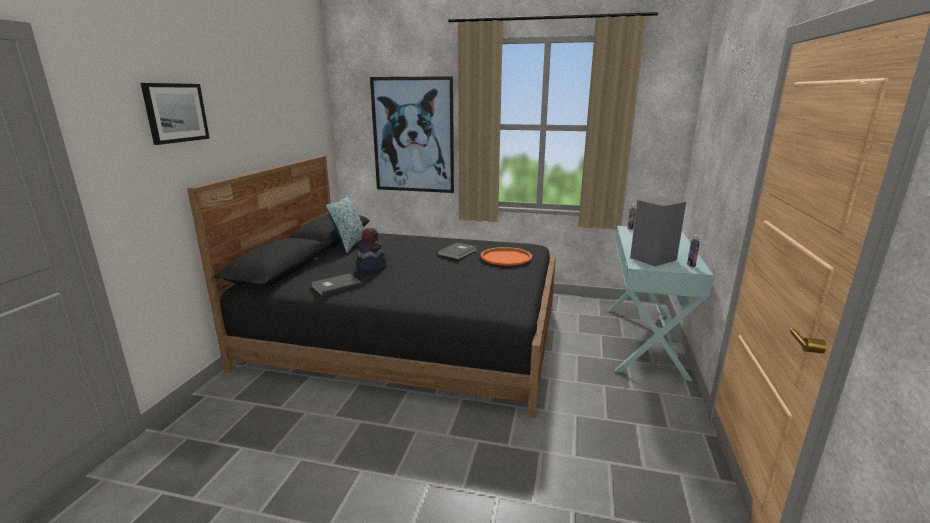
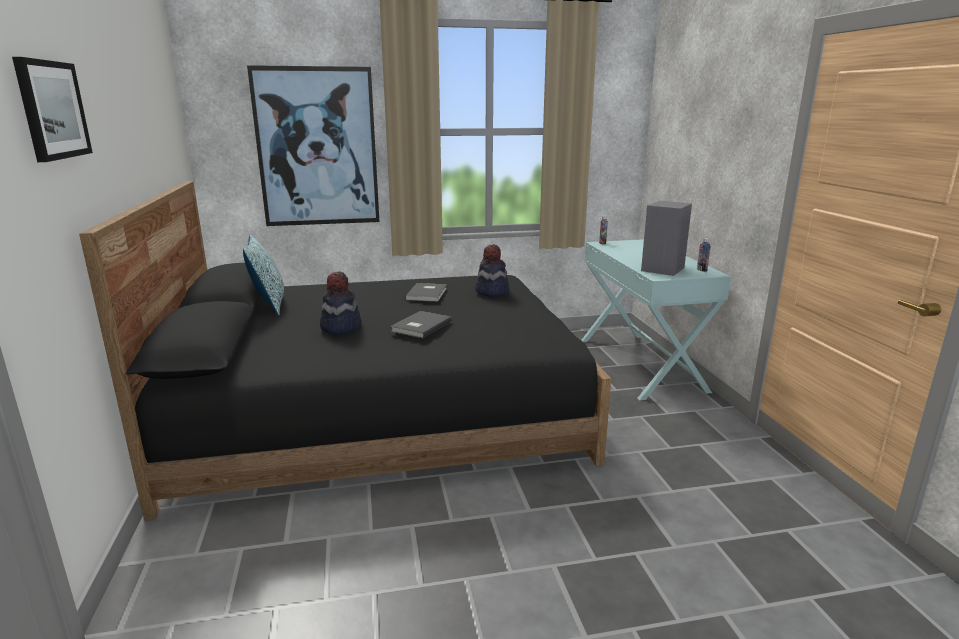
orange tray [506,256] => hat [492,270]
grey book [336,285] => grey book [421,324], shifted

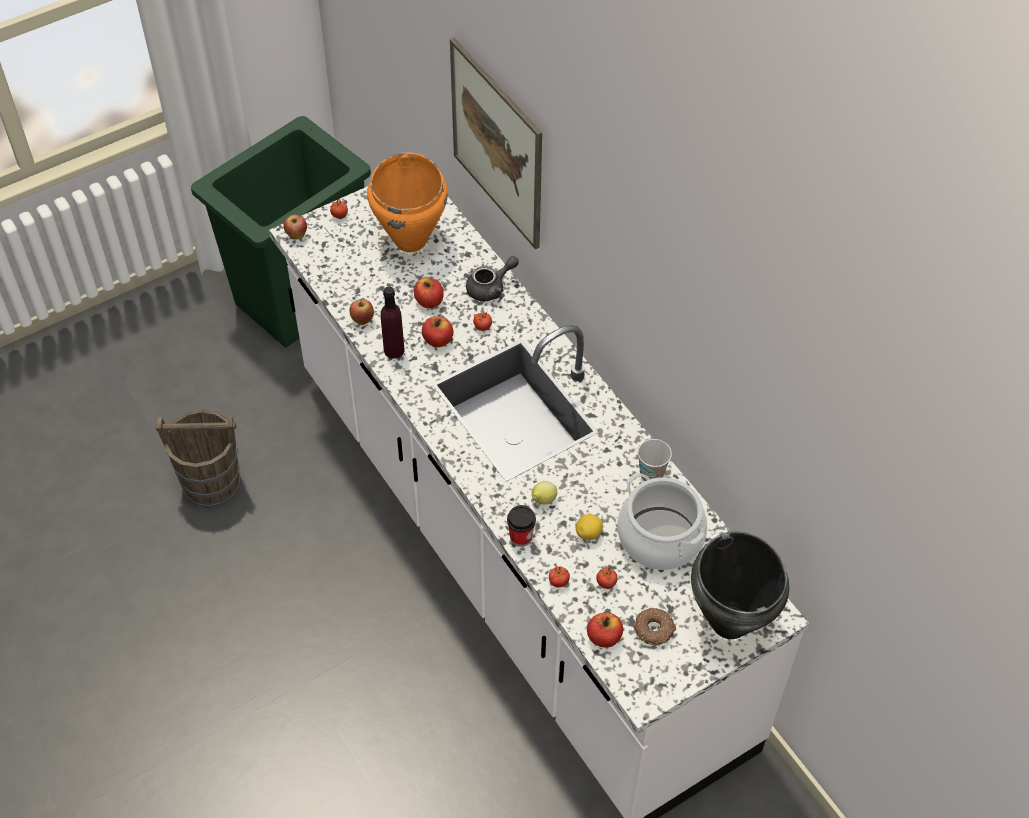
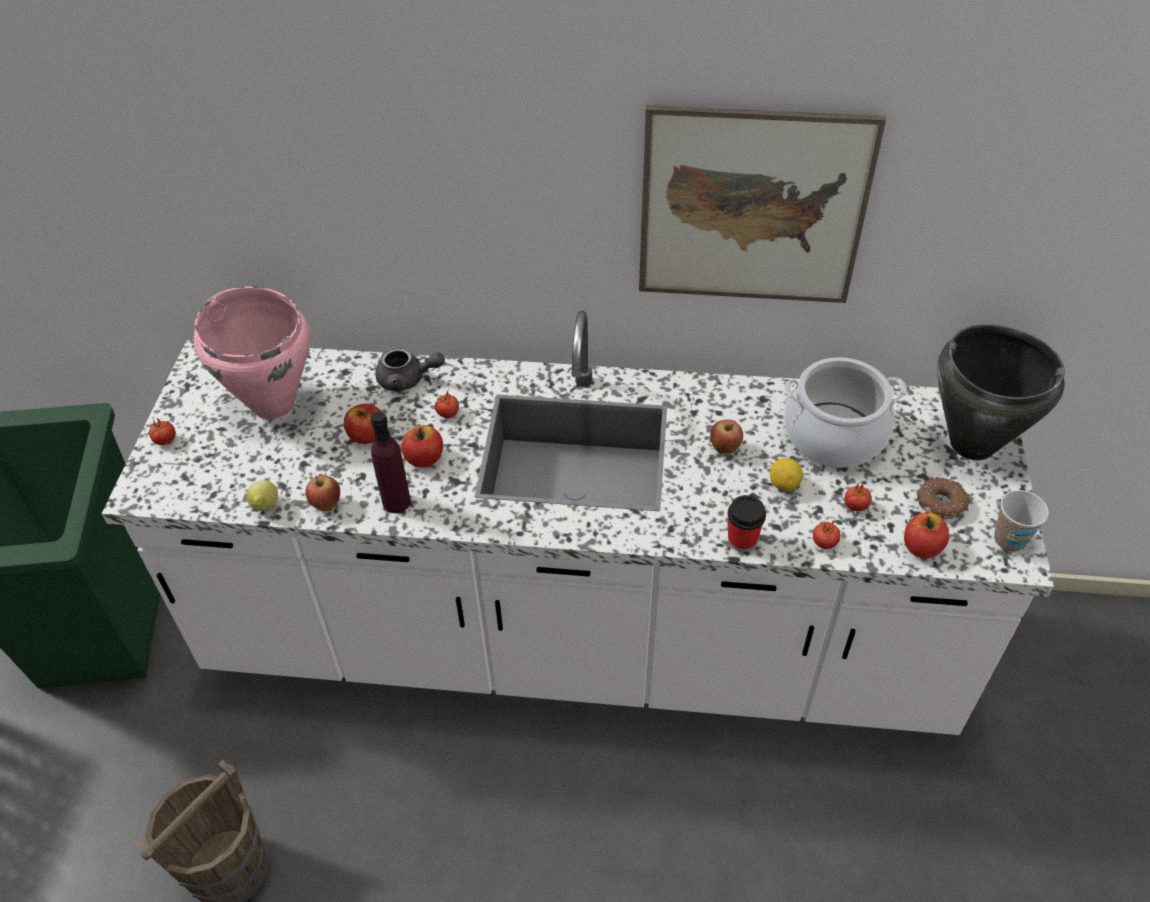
picture [496,143] => picture [762,204], shifted
orange cooking pot [407,202] => pink cooking pot [252,352]
apple [295,227] => apple [726,436], shifted
grey teapot [492,278] => grey teapot [410,369], 90 degrees clockwise
cup [655,460] => cup [1021,521], shifted
lemon [544,492] => lemon [262,495], shifted

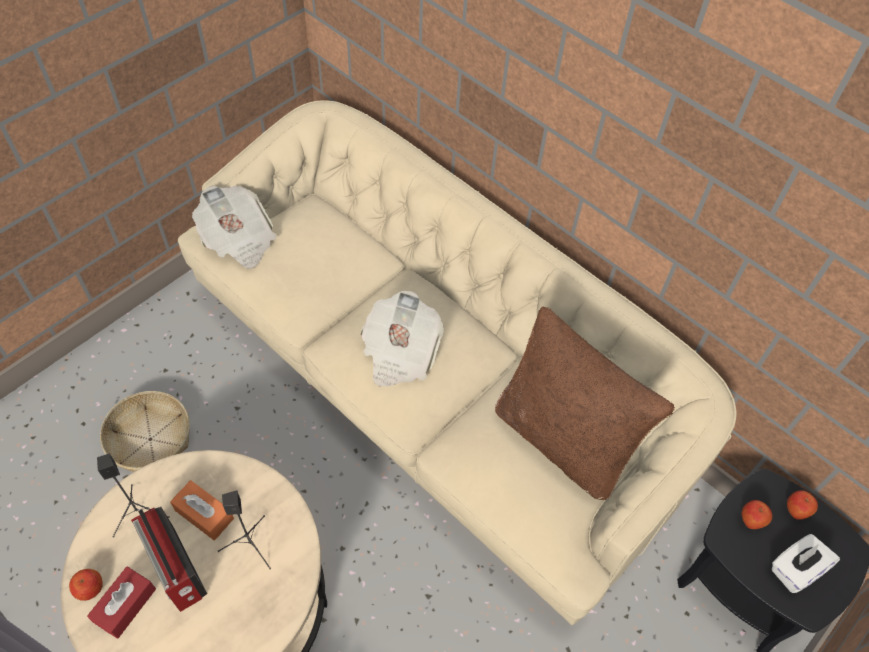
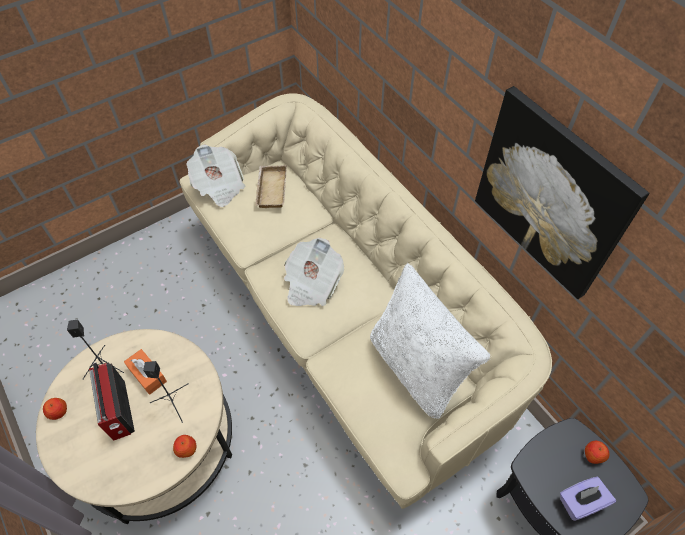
brown pillow [585,403] => white pillow [430,341]
basket [145,431] => nothing
apple [757,514] => apple [184,446], shifted
white tissue box [806,563] => purple tissue box [588,499]
red tissue box [121,602] => nothing
nothing => picture [562,192]
nothing => beige tray [271,186]

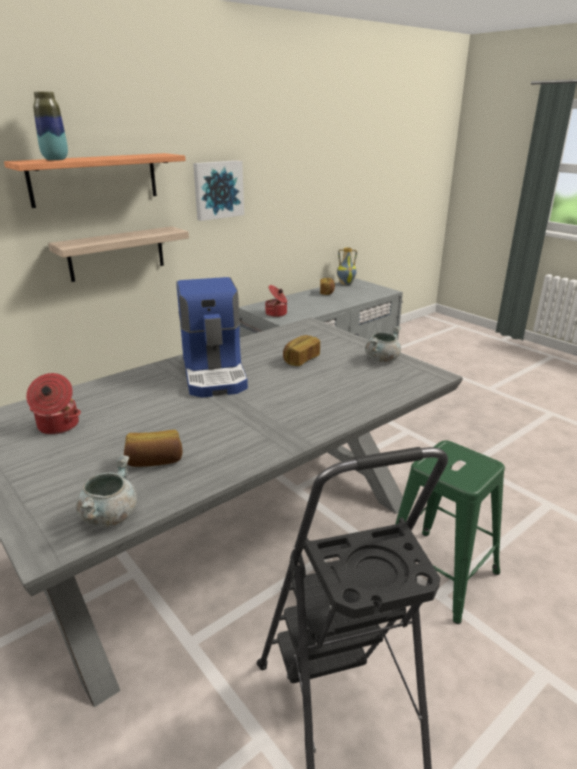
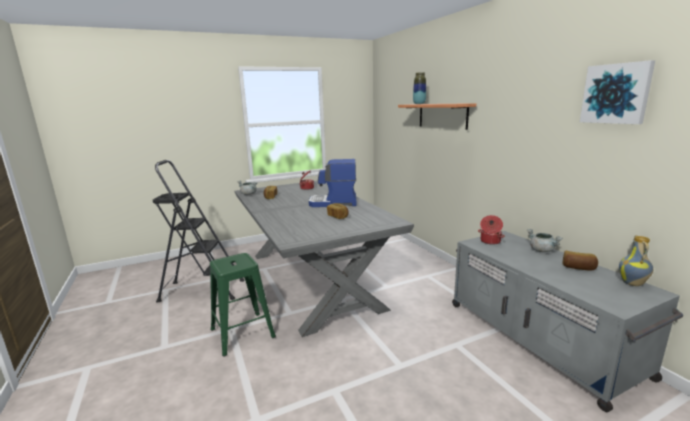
picture [218,190] => picture [617,92], shifted
shelf [118,254] => nothing
grey cooking pot [383,344] => grey cooking pot [545,240], shifted

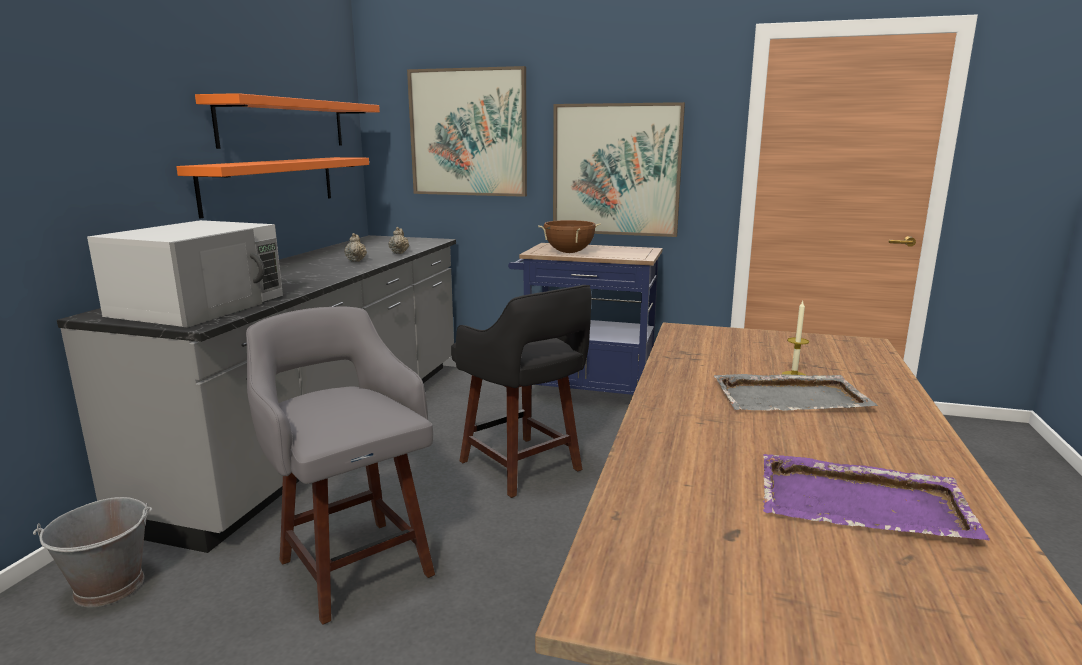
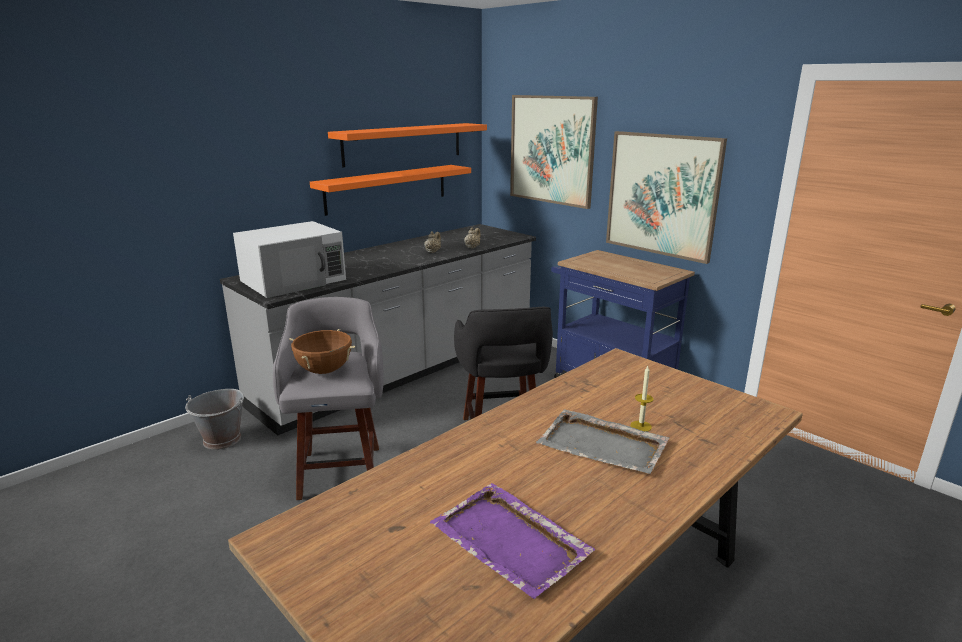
brown cooking pot [569,236] => brown cooking pot [322,351], shifted

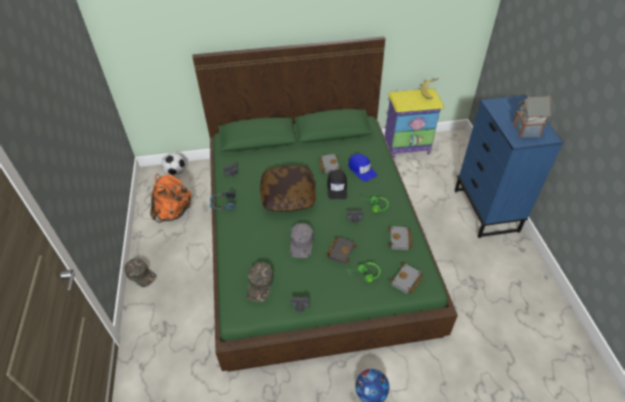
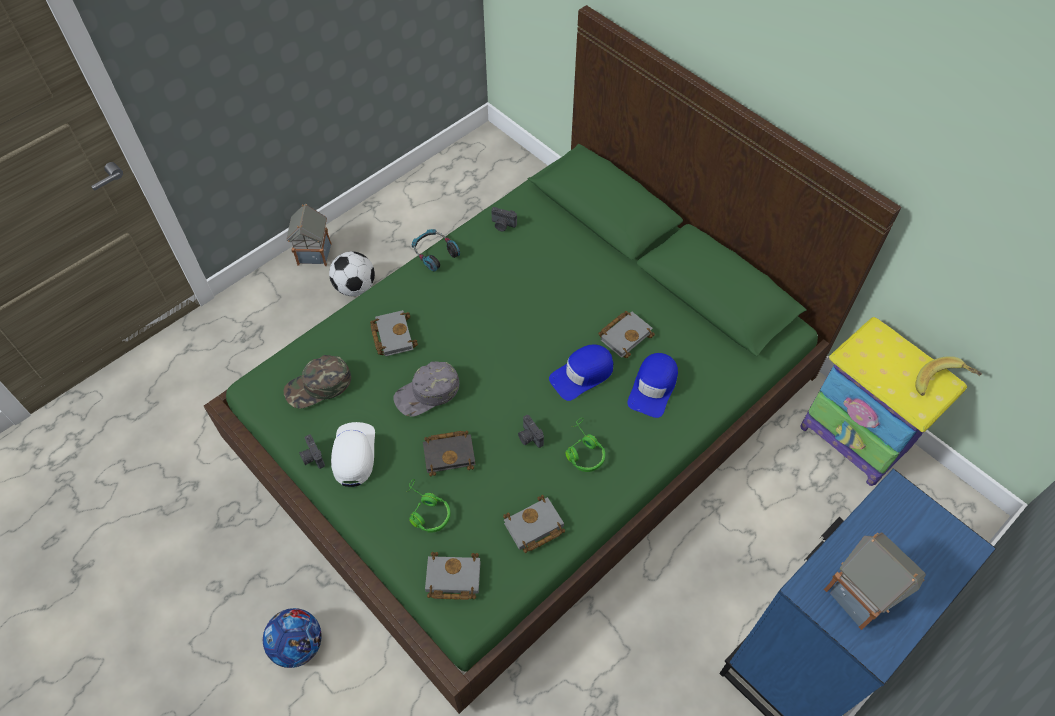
football [174,164] => football [352,273], shifted
pillow [288,188] => nothing
black cap [337,184] => blue cap [581,372]
orange backpack [171,198] => nothing
green cap [140,272] => toy house [309,235]
nothing => grey book [394,333]
nothing => white cap [353,454]

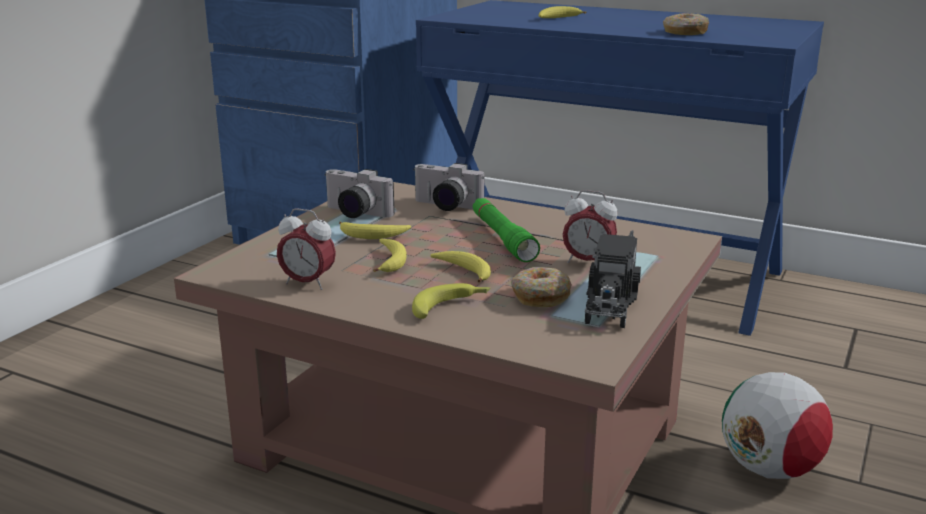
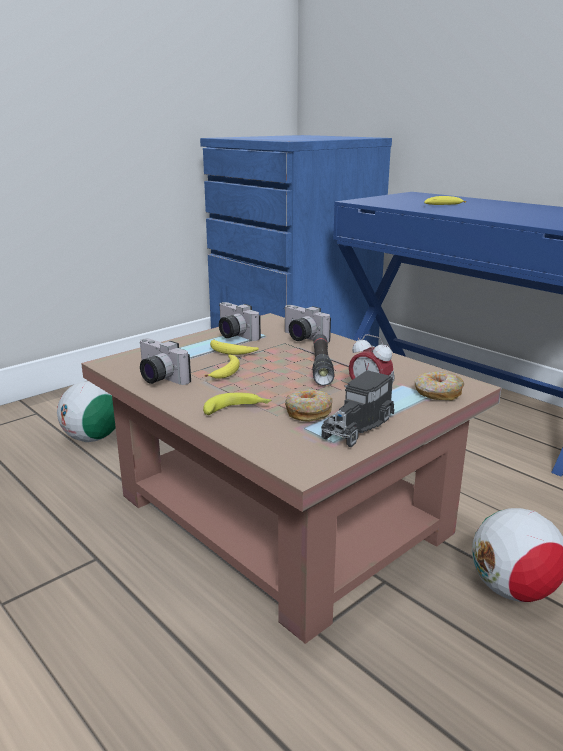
donut [686,24] => donut [439,385], shifted
green flashlight [506,230] => black flashlight [324,360]
alarm clock [306,249] => photo camera [165,361]
banana [460,267] => nothing
nothing => football [86,411]

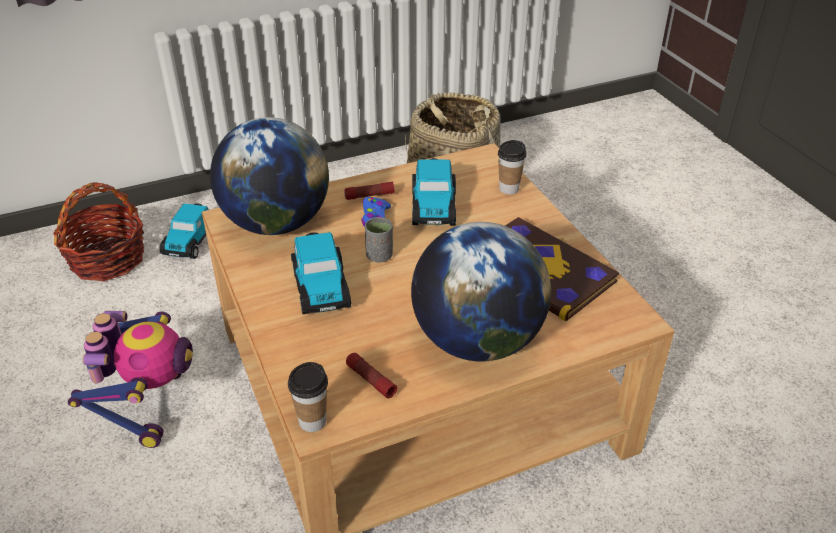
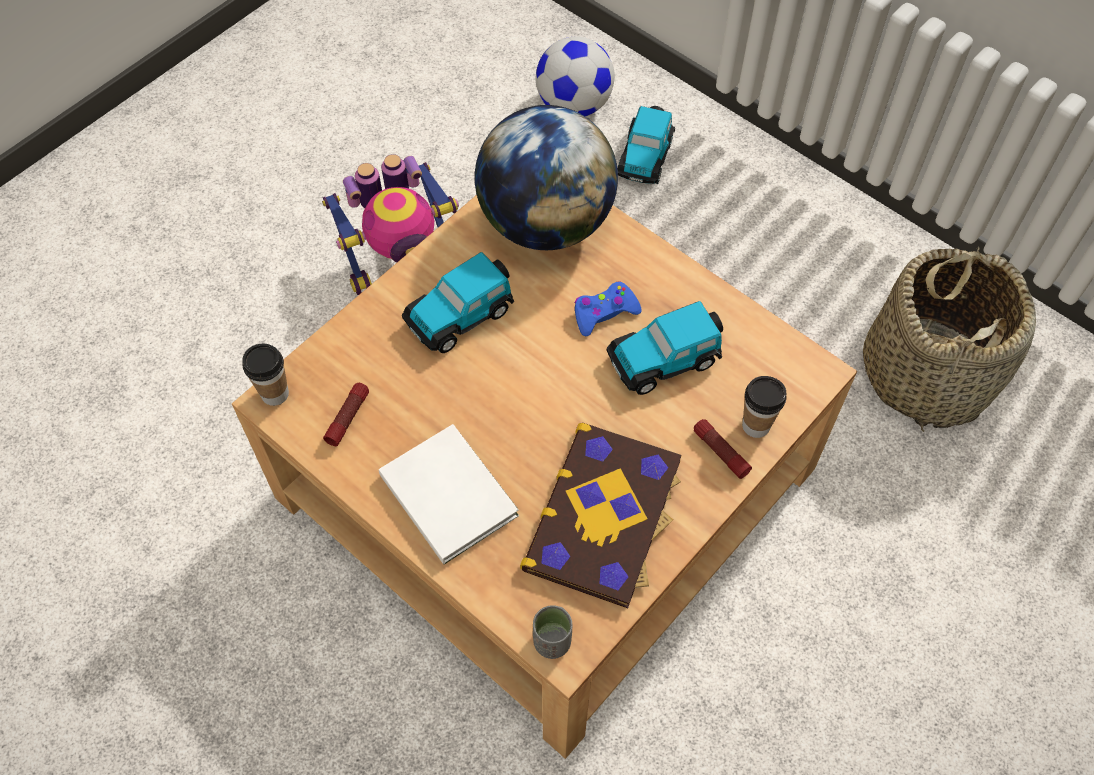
basket [98,232] => football [575,76]
flashlight [369,191] => flashlight [723,449], shifted
toy car [184,231] => toy car [646,145], 60 degrees counterclockwise
grey cup [379,239] => grey cup [552,632], shifted
globe [481,292] => white book [449,494]

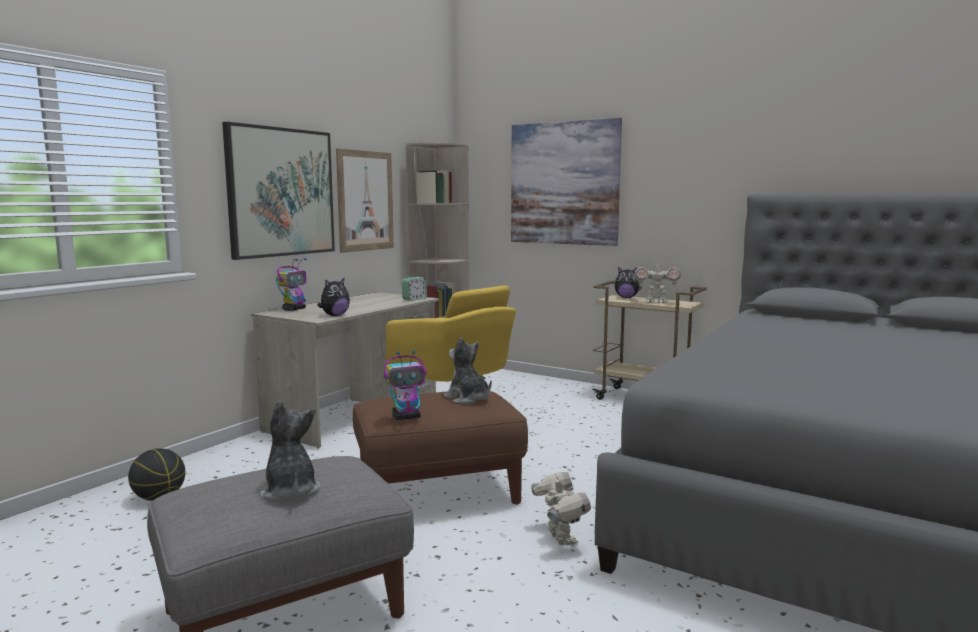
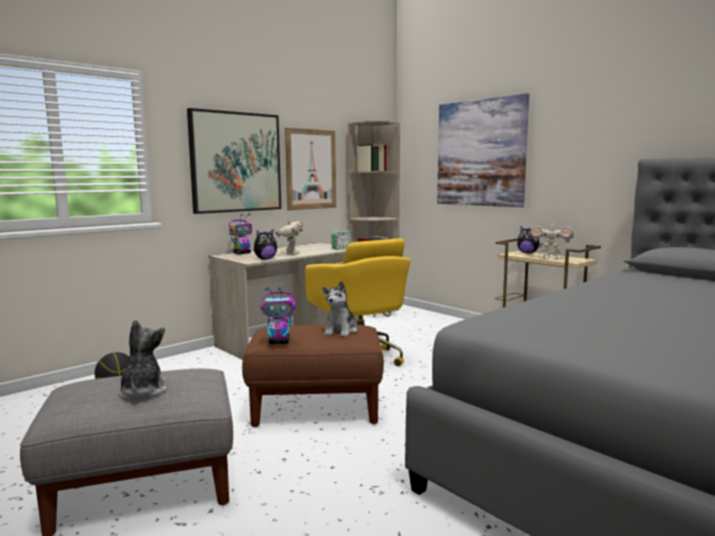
plush toy [468,370] => plush toy [339,309], 135 degrees counterclockwise
toy robot [561,508] => toy robot [290,236], shifted

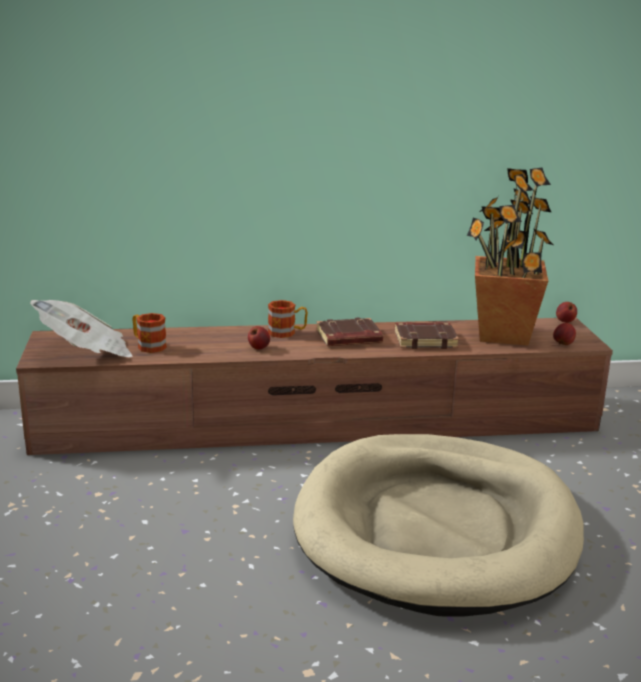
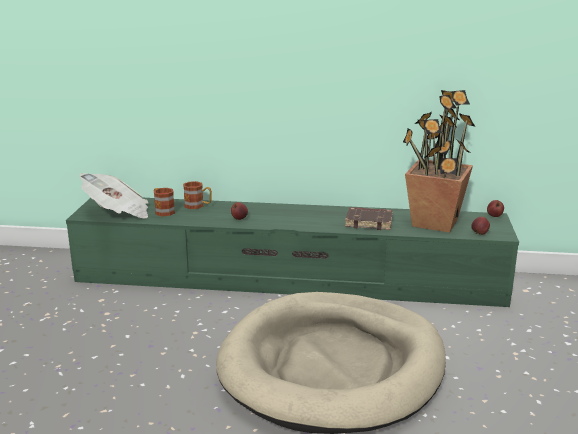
mug [288,319] => mug [197,195], shifted
brown book [349,331] => nothing
brown tv stand [314,386] => green tv stand [292,252]

